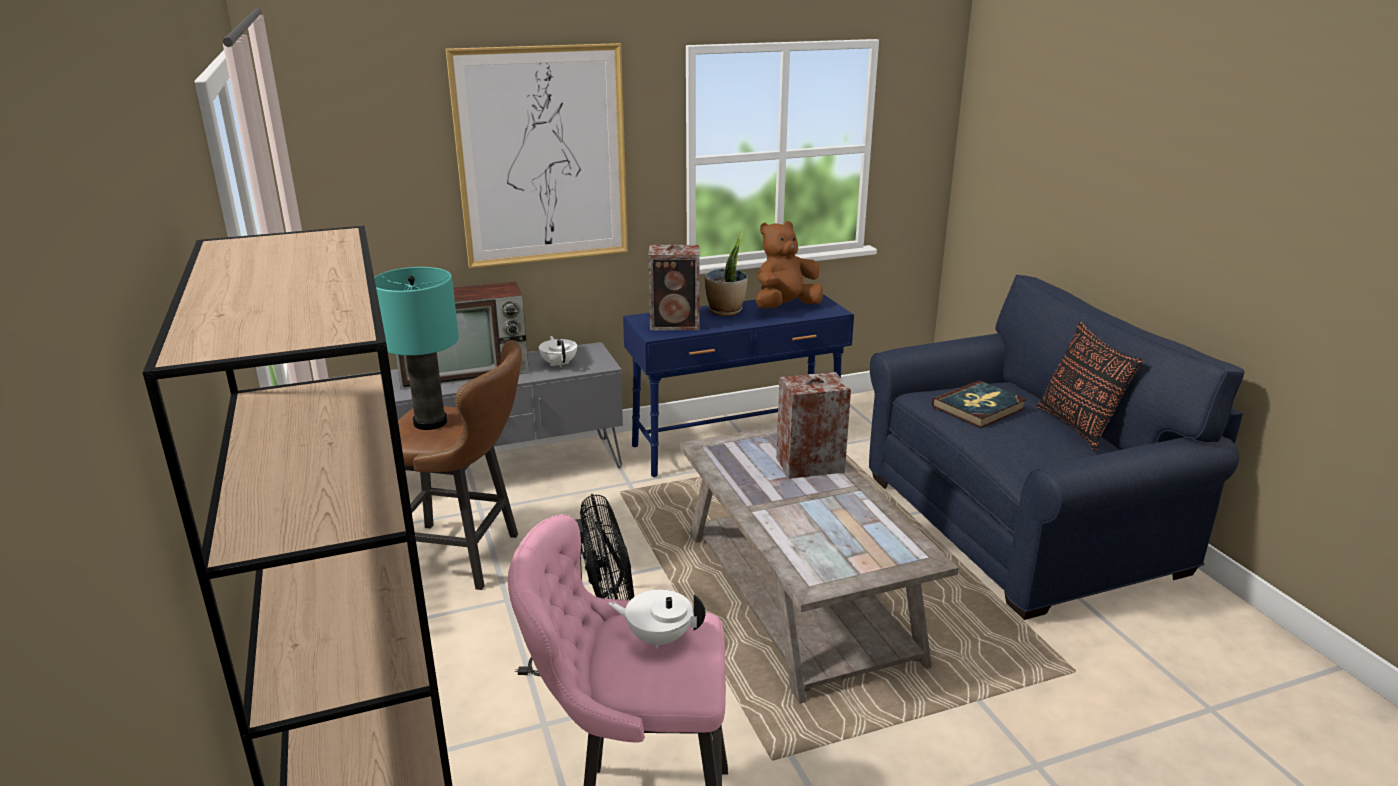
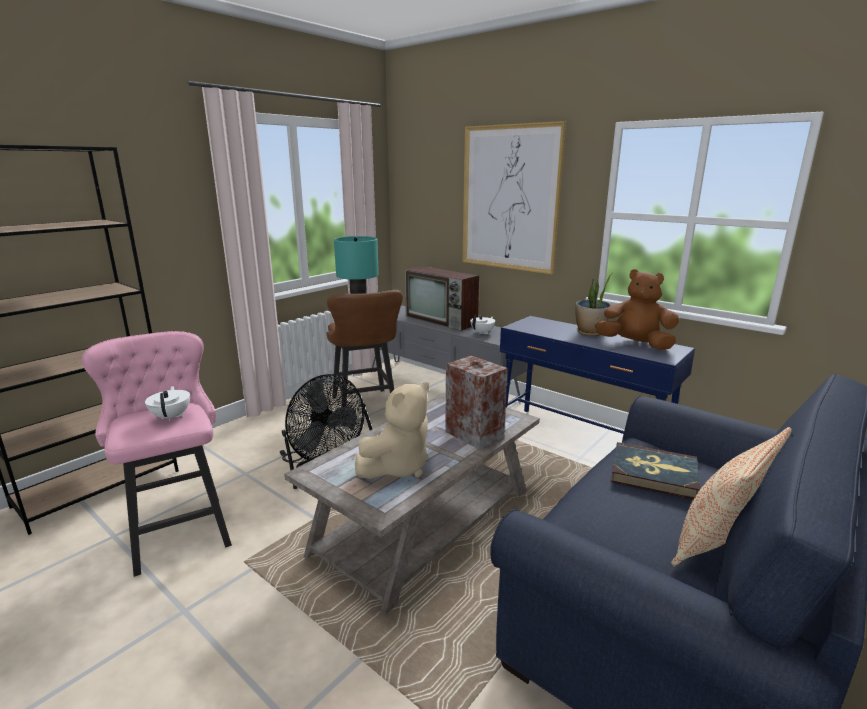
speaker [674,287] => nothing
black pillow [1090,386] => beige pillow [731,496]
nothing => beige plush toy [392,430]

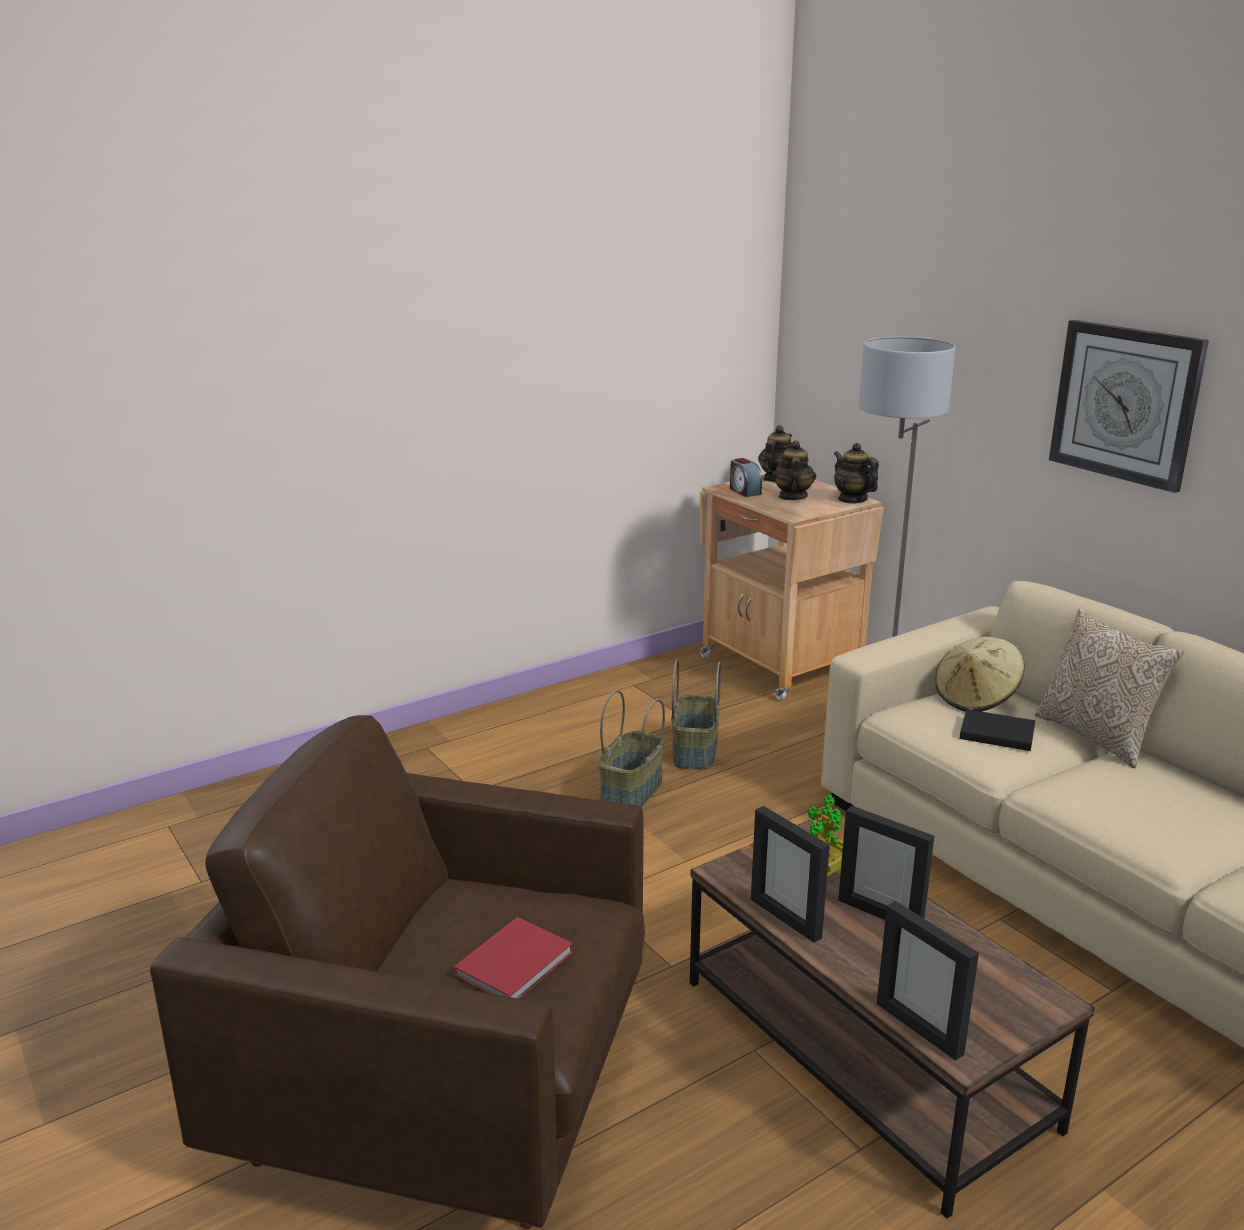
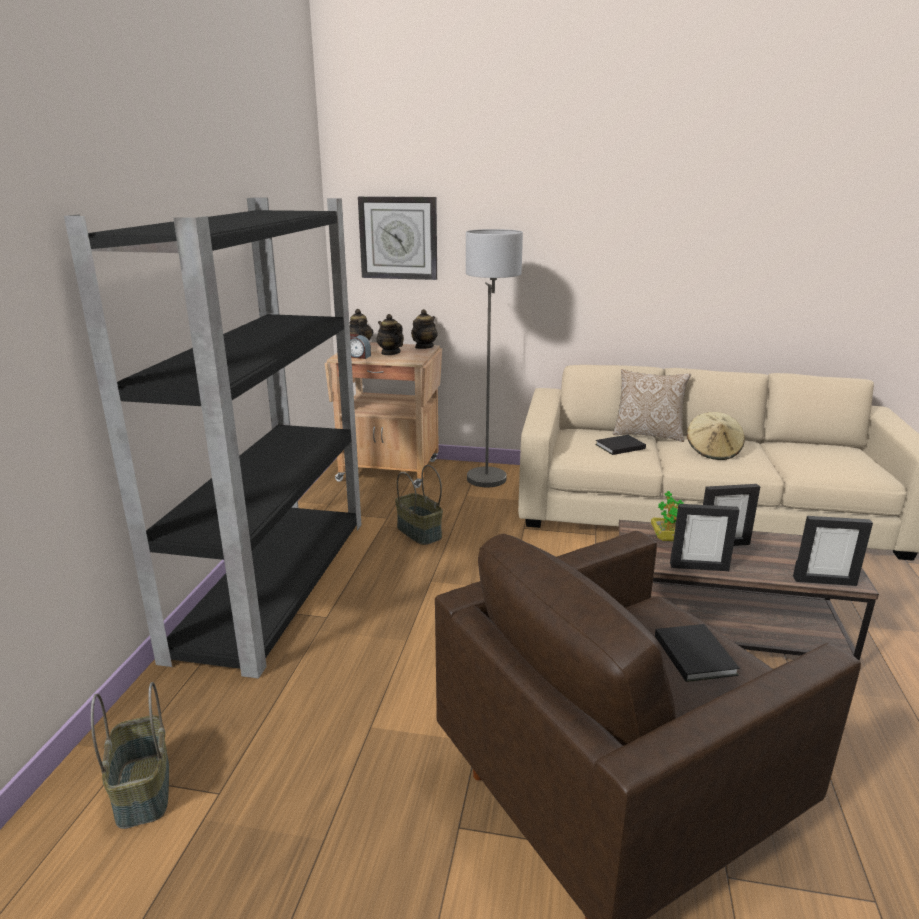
wall clock [1129,406] => wall clock [397,238], shifted
teapot [856,473] => teapot [424,329], 105 degrees clockwise
beige hat [980,674] => beige hat [715,436], shifted
basket [631,748] => basket [130,755], shifted
red book [513,958] => black book [697,653]
nothing => black bookcase [212,438]

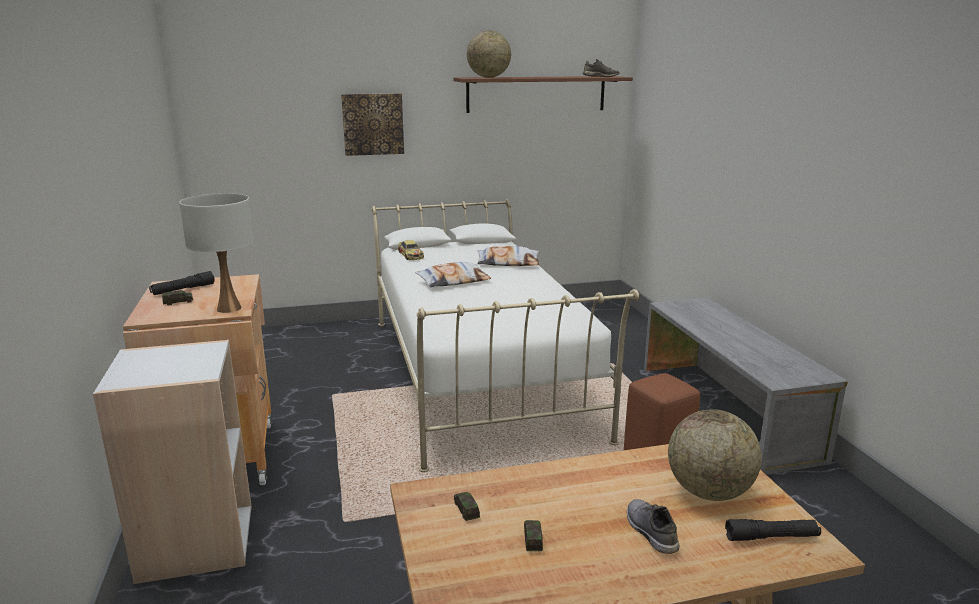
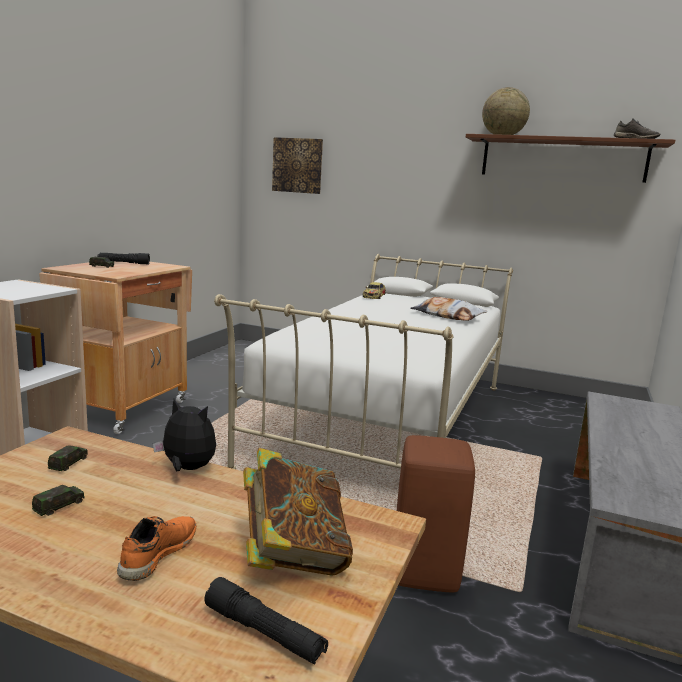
picture [372,125] => picture [297,165], shifted
white table lamp [216,253] => nothing
pillow [453,274] => nothing
globe [715,455] => book [298,512]
grey shoe [653,526] => orange shoe [156,548]
nothing => plush toy [184,435]

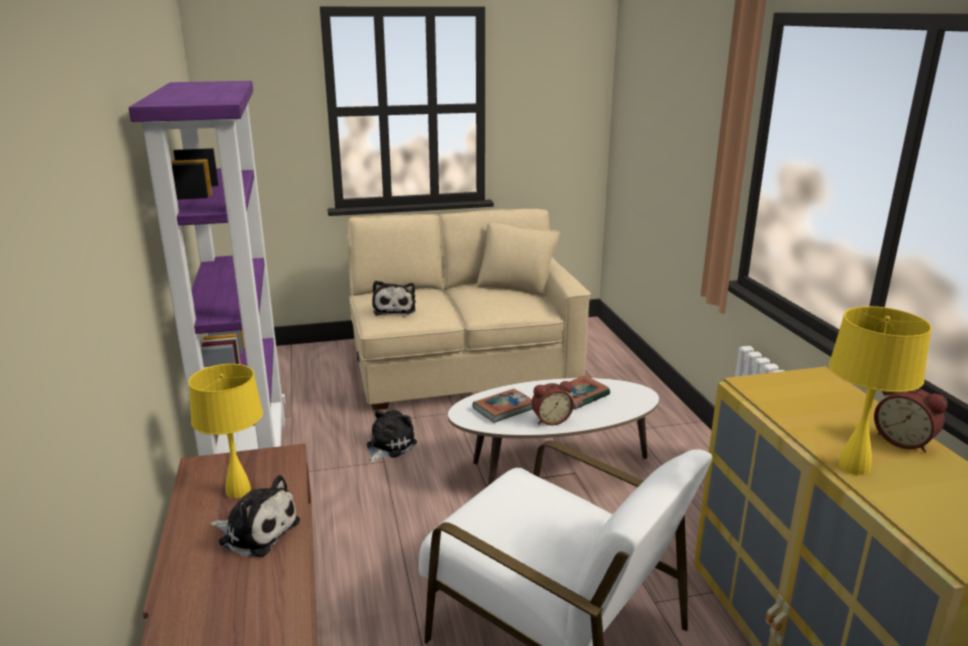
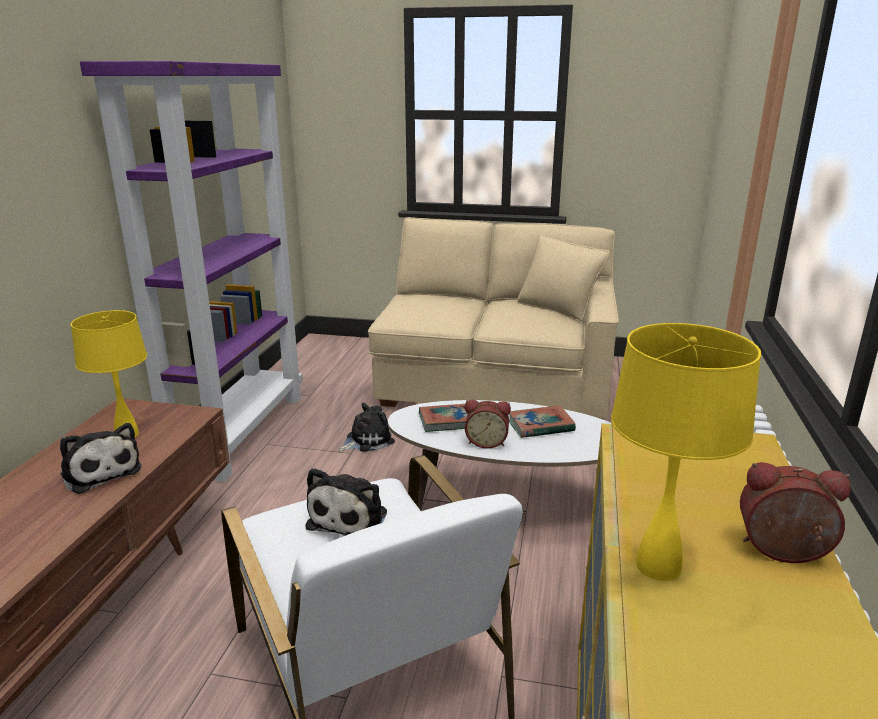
plush toy [394,298] => plush toy [346,502], shifted
alarm clock [911,421] => alarm clock [795,512], 120 degrees clockwise

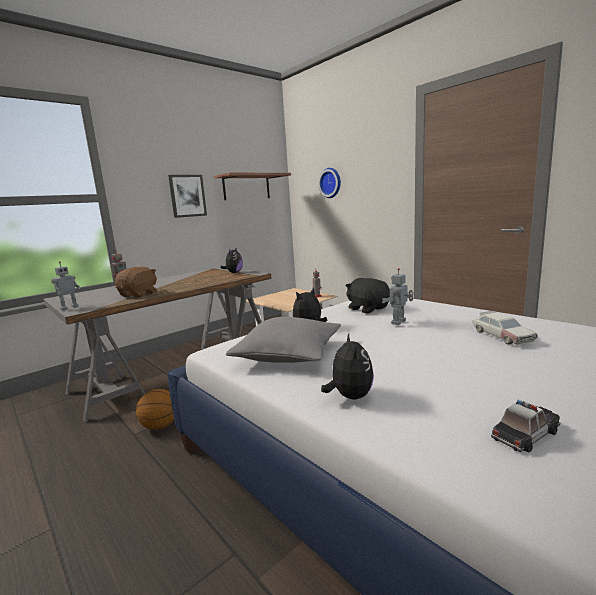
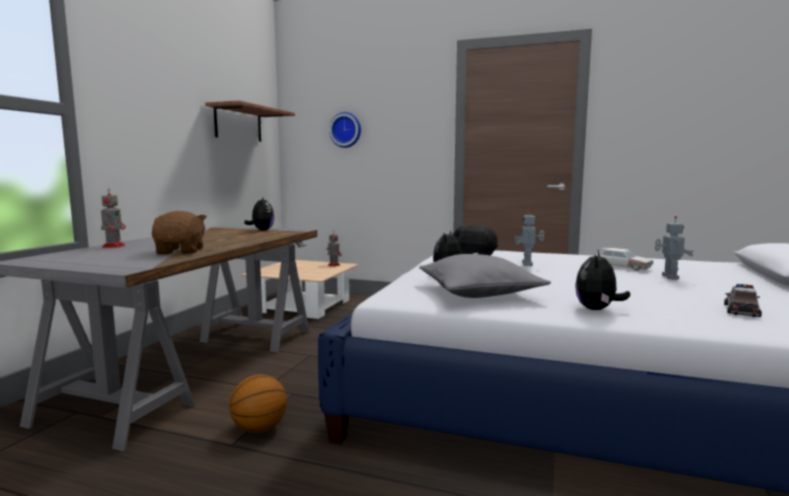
picture [187,196] => nothing
toy robot [65,285] => toy robot [674,248], shifted
plush toy [347,366] => plush toy [602,280], 120 degrees counterclockwise

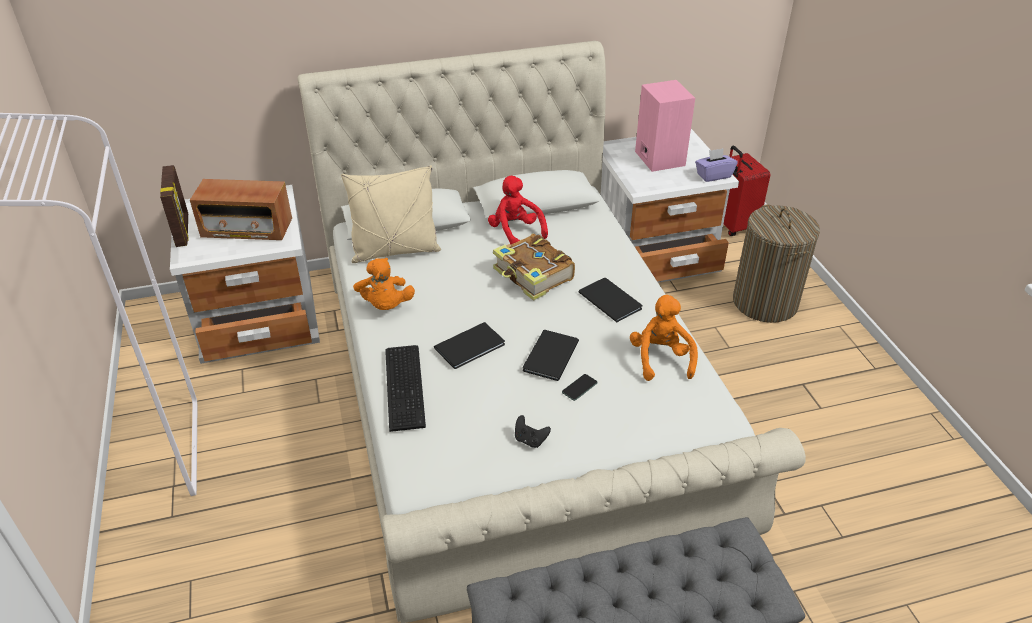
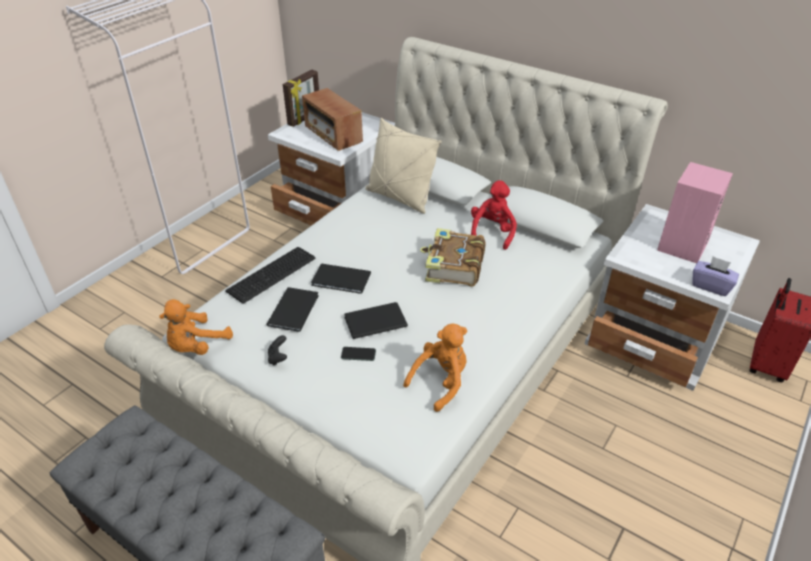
laundry basket [776,264] => nothing
orange plush toy [384,284] => orange plush toy [196,327], shifted
black book [610,300] => black book [292,309], shifted

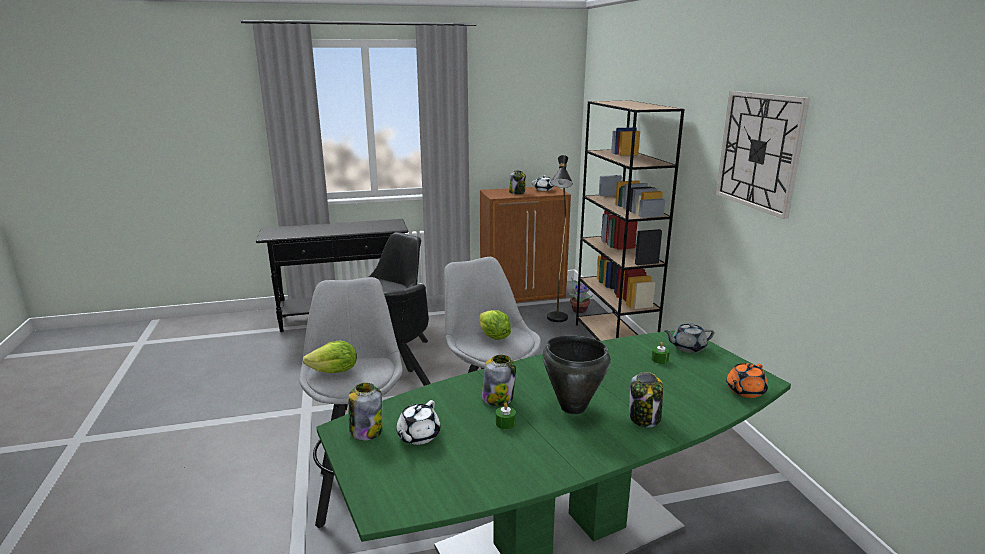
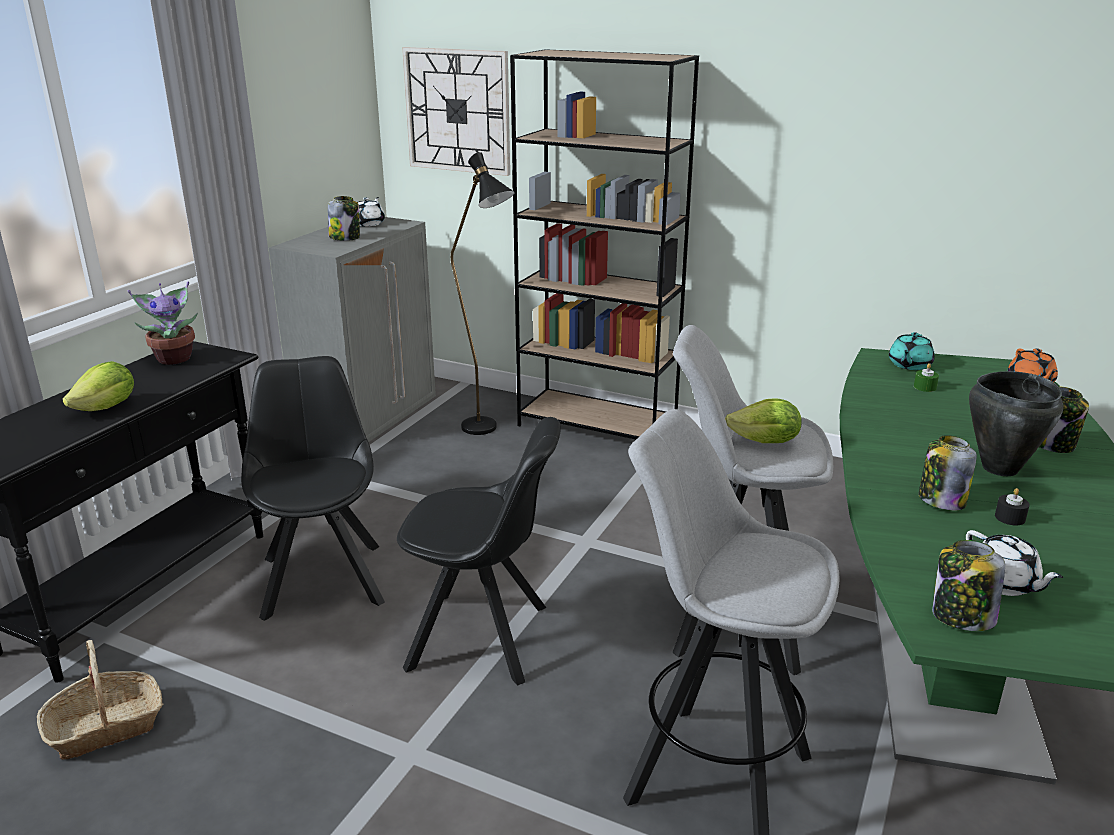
wall clock [763,155] => wall clock [456,111], shifted
brown cabinet [525,244] => grey cabinet [352,329]
potted plant [580,295] => potted plant [163,323], shifted
grey teapot [689,338] => turquoise teapot [912,351]
lettuce [330,357] => lettuce [98,386], shifted
green candle [506,416] => black candle [1012,507]
nothing => basket [100,700]

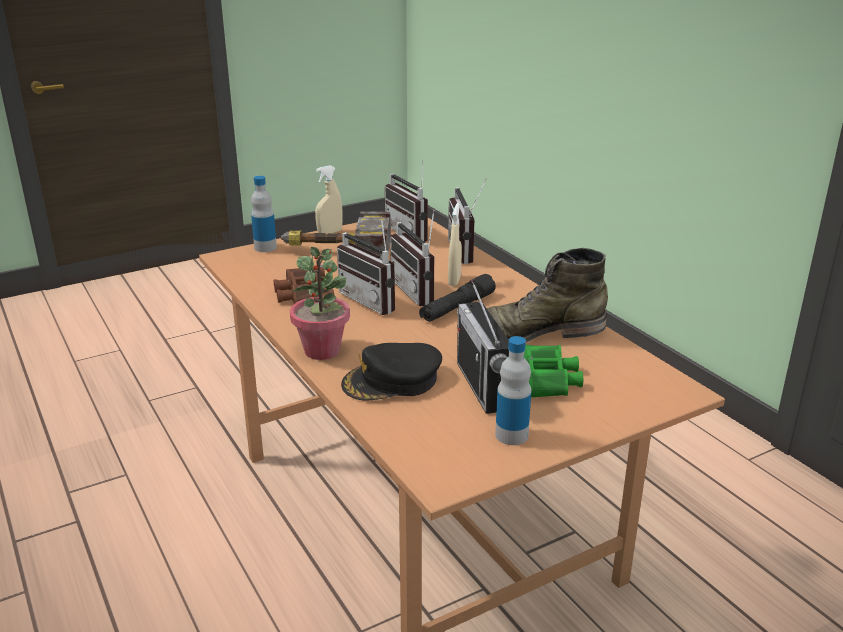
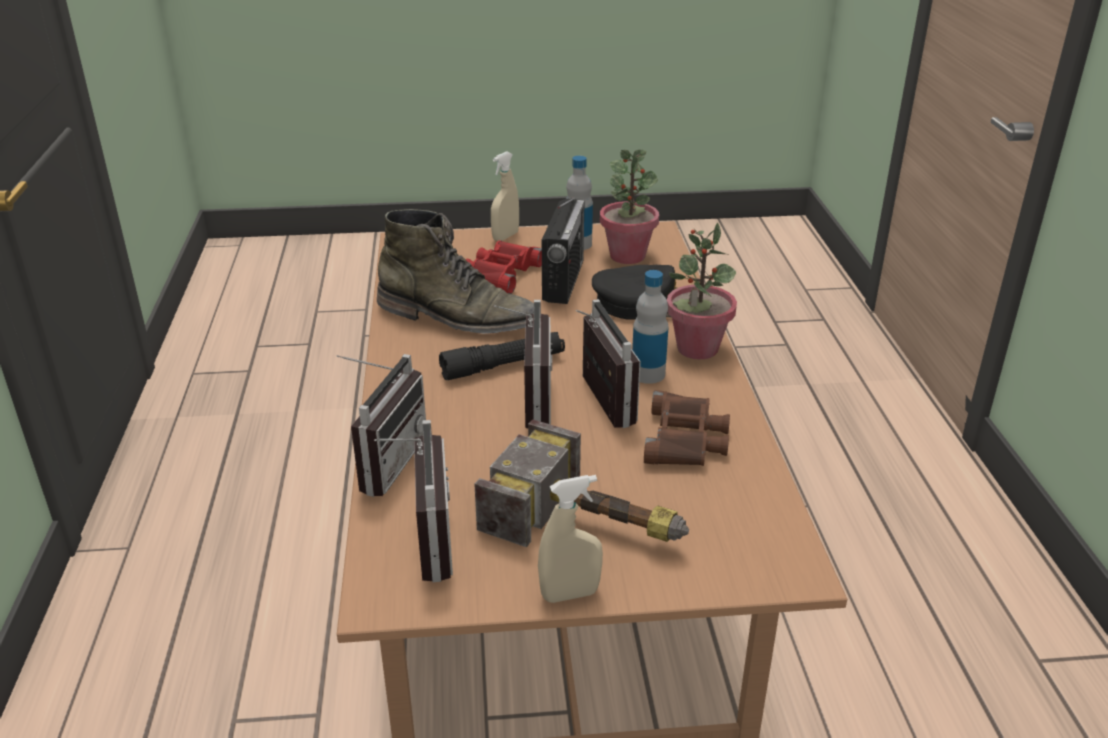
bottle [264,214] => bottle [650,327], shifted
beige spray bottle [455,244] => beige spray bottle [505,196], shifted
green binoculars [553,370] => red binoculars [504,267]
nothing => potted plant [629,207]

